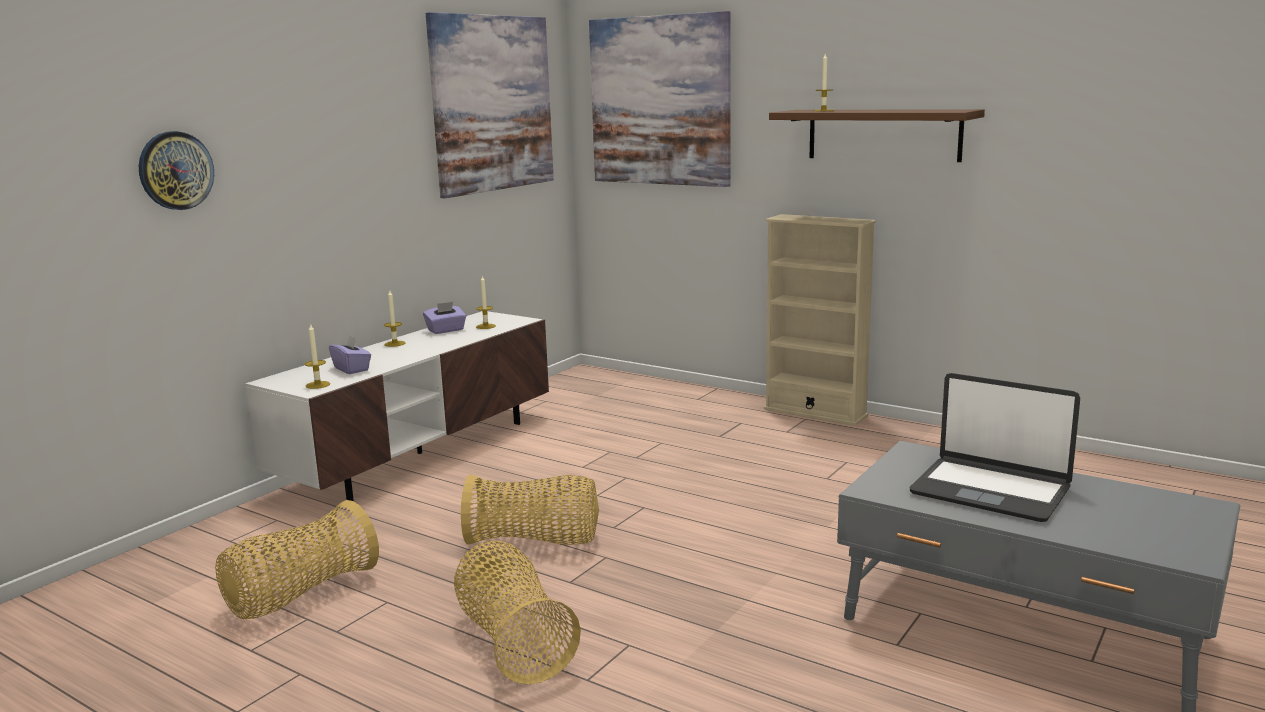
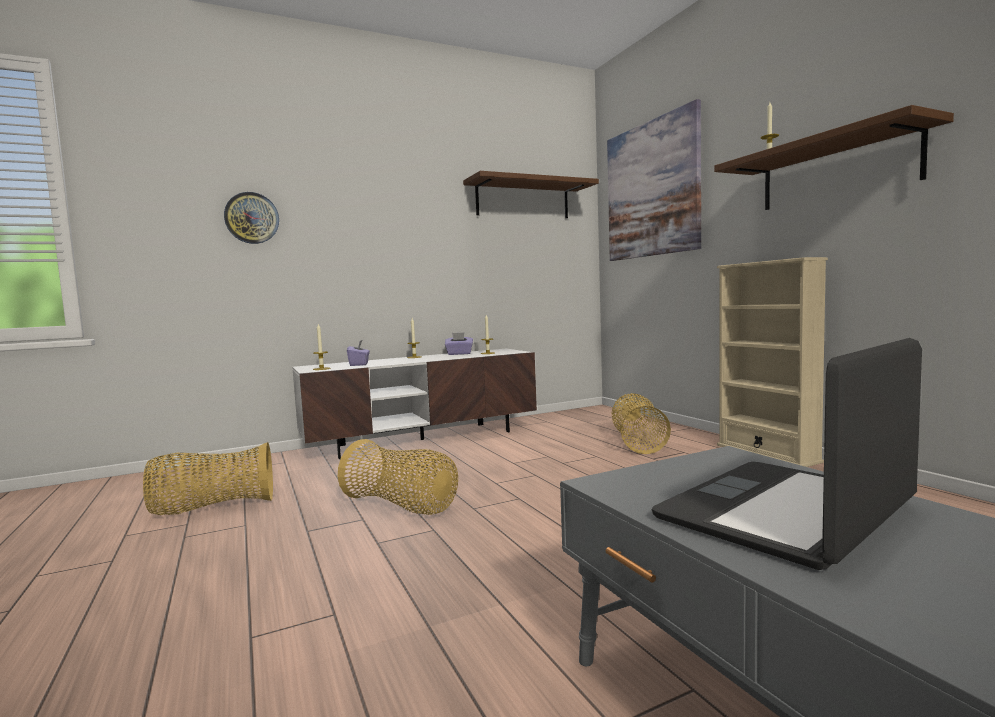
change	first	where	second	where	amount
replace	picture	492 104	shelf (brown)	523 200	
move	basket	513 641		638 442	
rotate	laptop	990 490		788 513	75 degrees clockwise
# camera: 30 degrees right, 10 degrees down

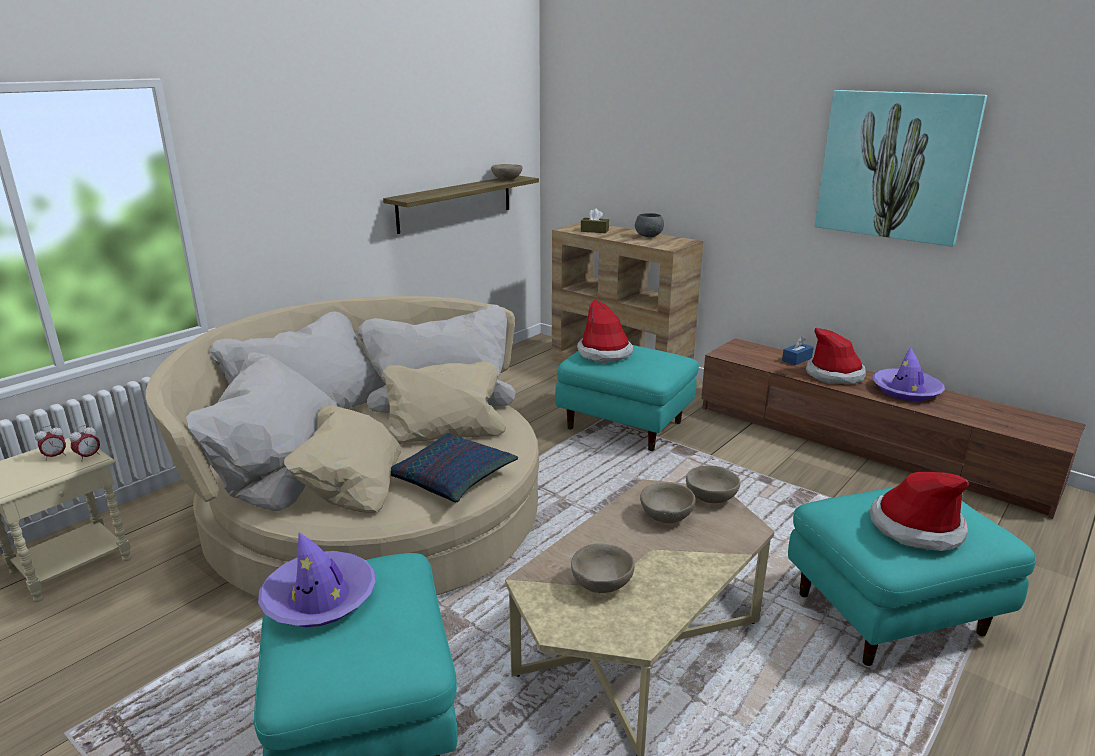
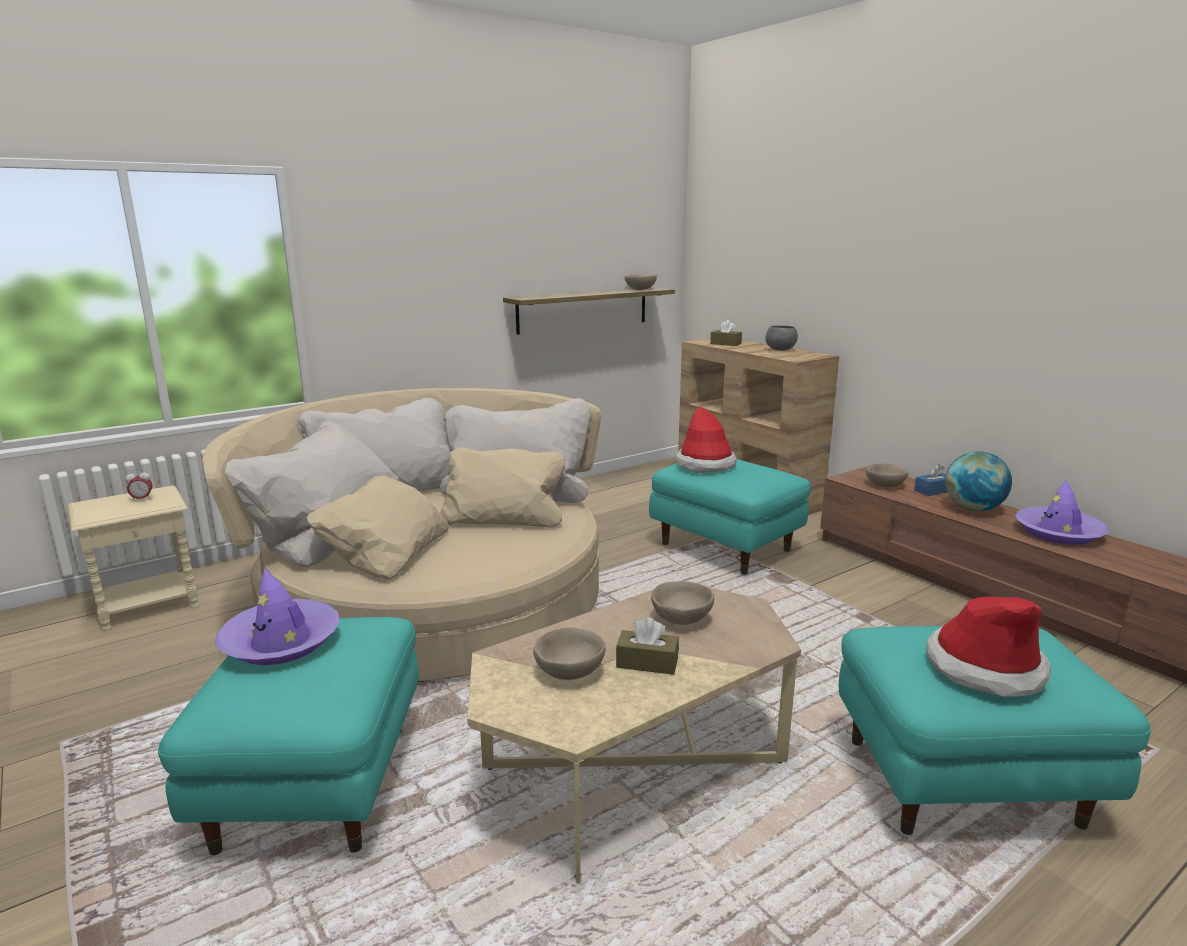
change	first	where	second	where	amount
delete	alarm clock	88 457			
delete	pillow (blue)	451 478			
move	bowl (beige)	711 497		885 485	
replace	hat	835 374	globe	973 509	
delete	picture	895 166			
insert			tissue box (brown)	647 663	
# camera: 15 degrees right, 5 degrees down

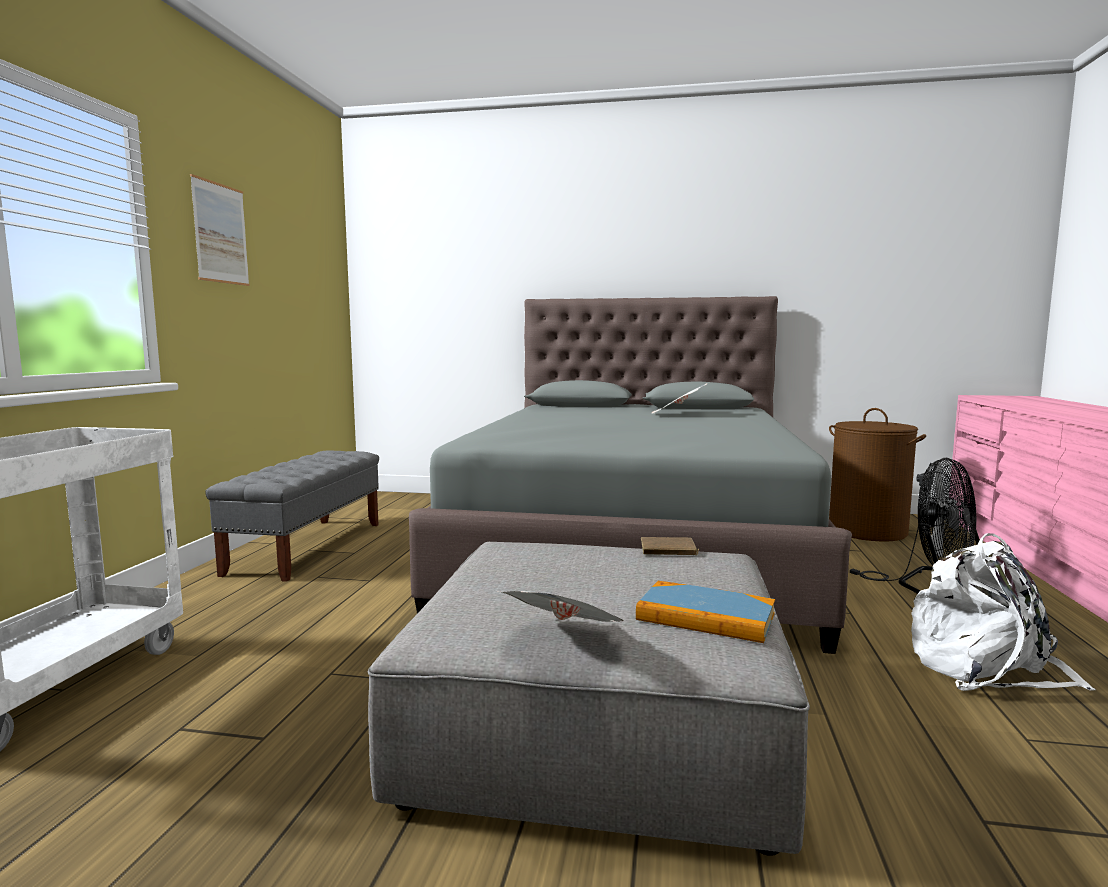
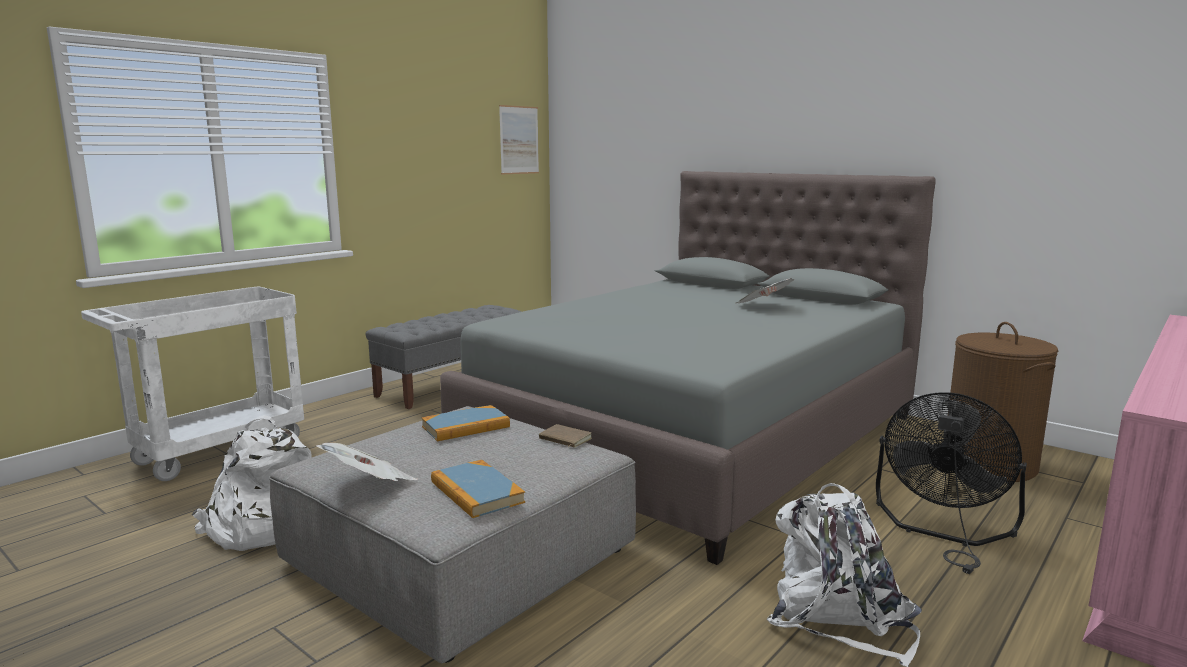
change	first	where	second	where	amount
move	picture	220 233		519 140	
rotate	fan (black)	926 583		944 531	135 degrees counterclockwise
insert			backpack (white)	259 528	
insert			book	466 427	
# camera: 30 degrees right, 5 degrees up

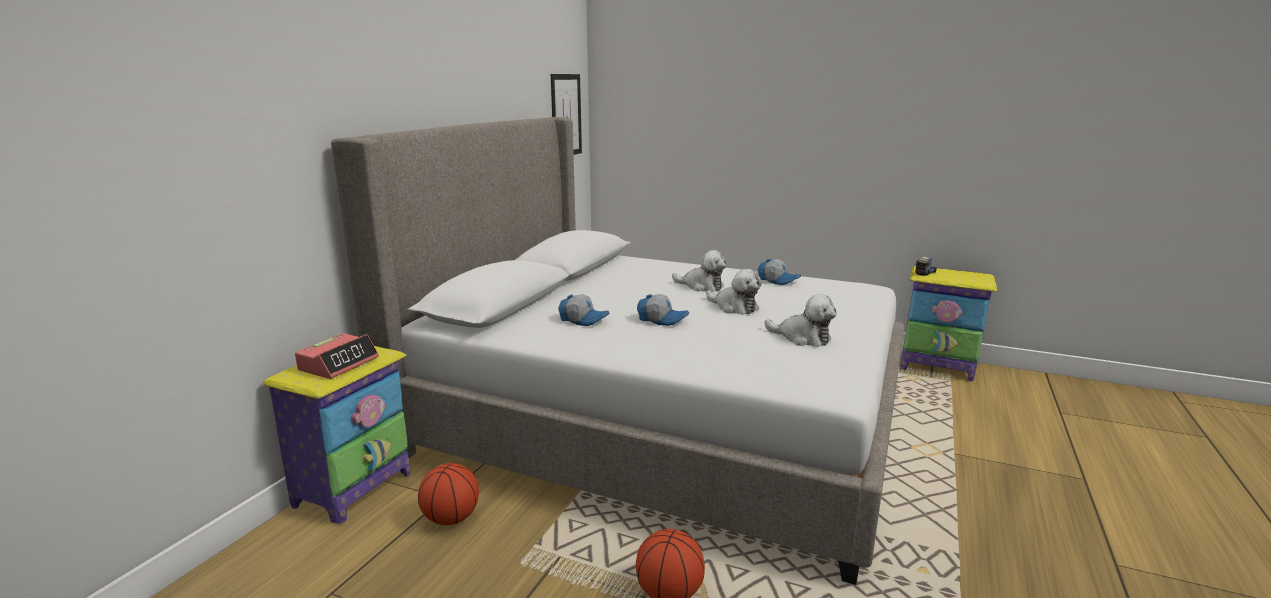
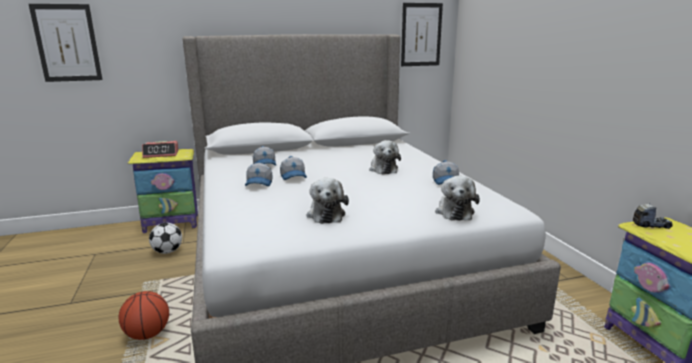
change	first	where	second	where	amount
replace	basketball	451 519	football	167 251	
move	plush toy	734 307		454 211	
insert			picture	67 43	
insert			cap	260 183	
# camera: 50 degrees right, 0 degrees up

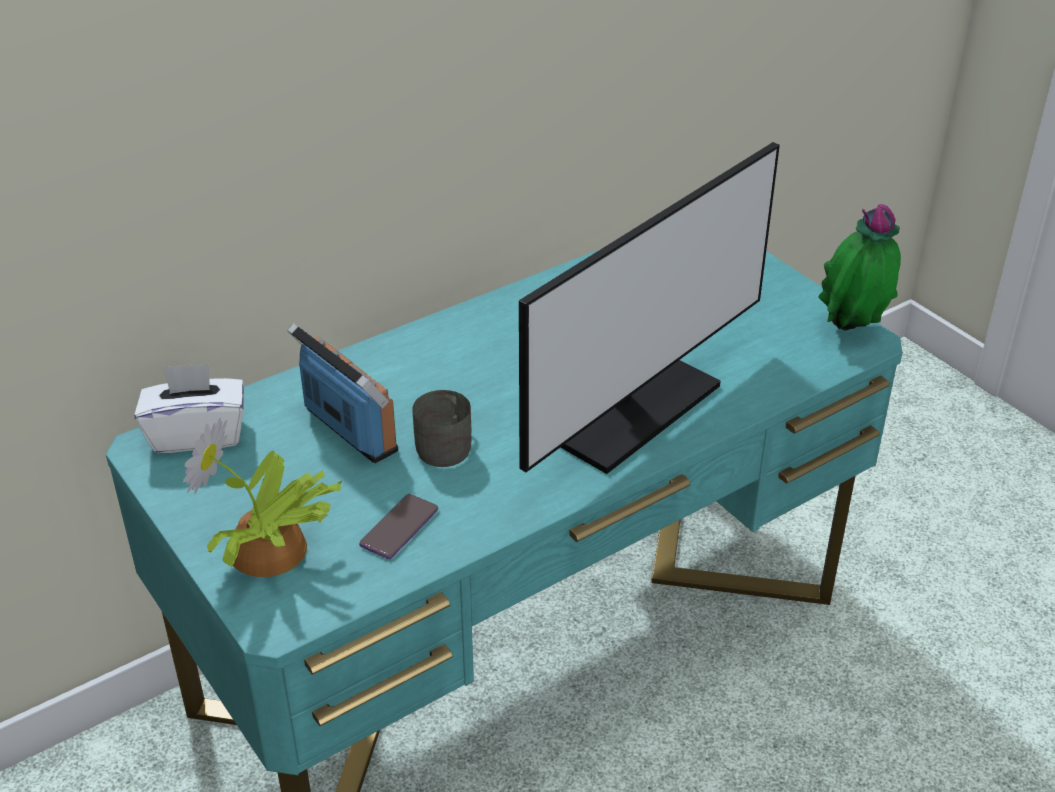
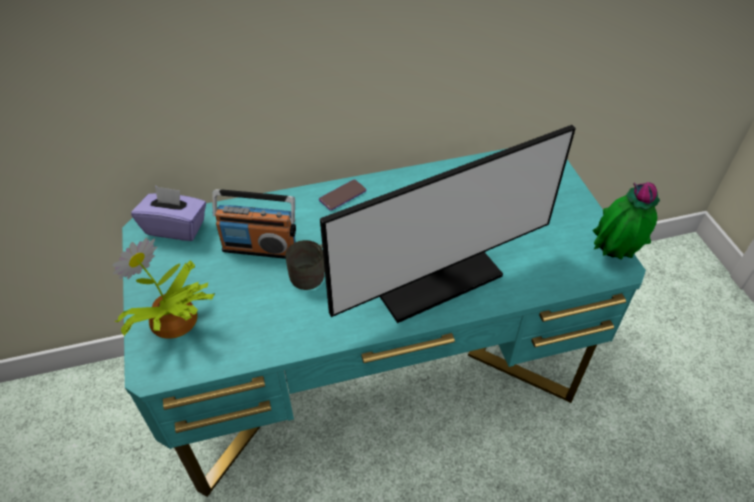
change	first	where	second	where	amount
recolor	tissue box (white)	197 434	tissue box (purple)	176 227	
rotate	radio	349 430		260 247	120 degrees clockwise
move	phone	399 527		342 195	
# camera: 20 degrees right, 10 degrees up

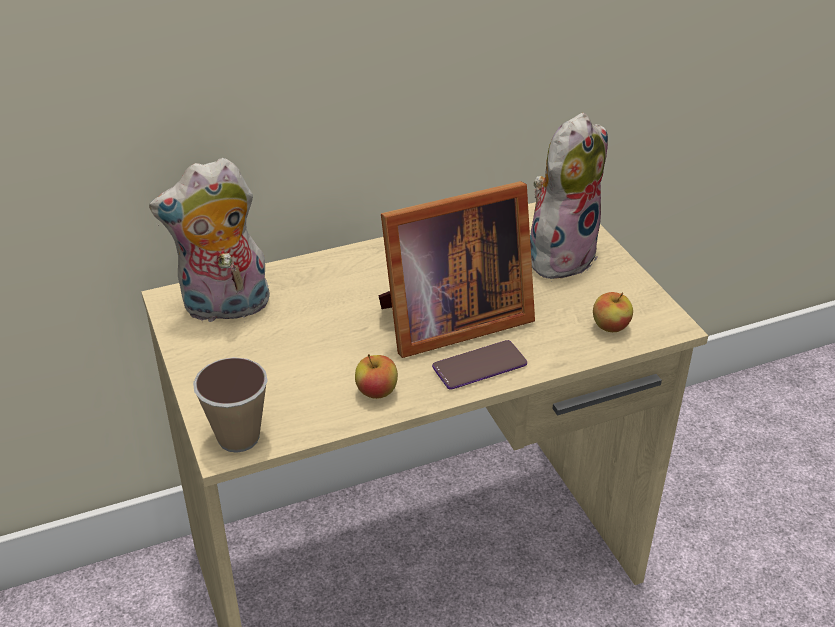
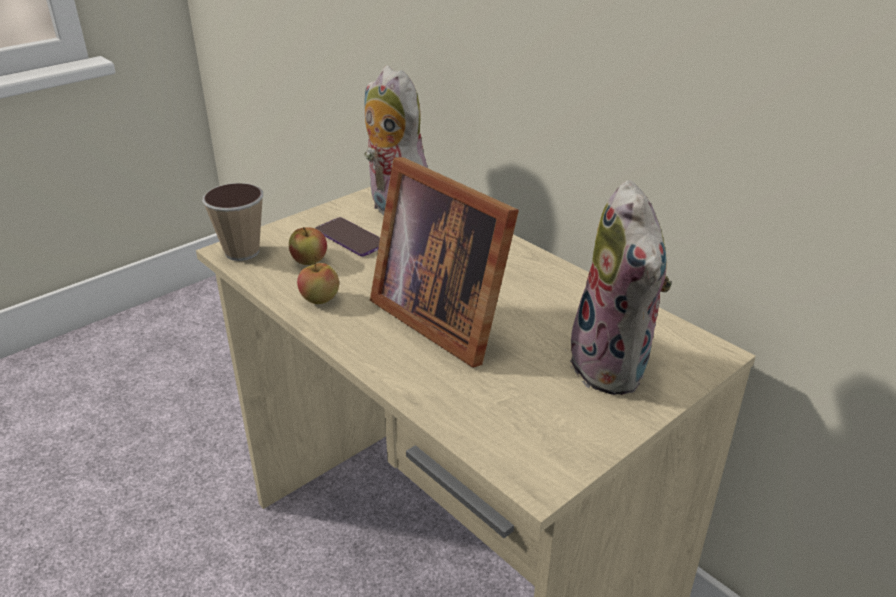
change	first	where	second	where	amount
move	phone	479 366		351 238	
rotate	plush toy	560 255		615 367	60 degrees clockwise
move	apple	610 327		309 261	
# camera: 70 degrees right, 5 degrees down

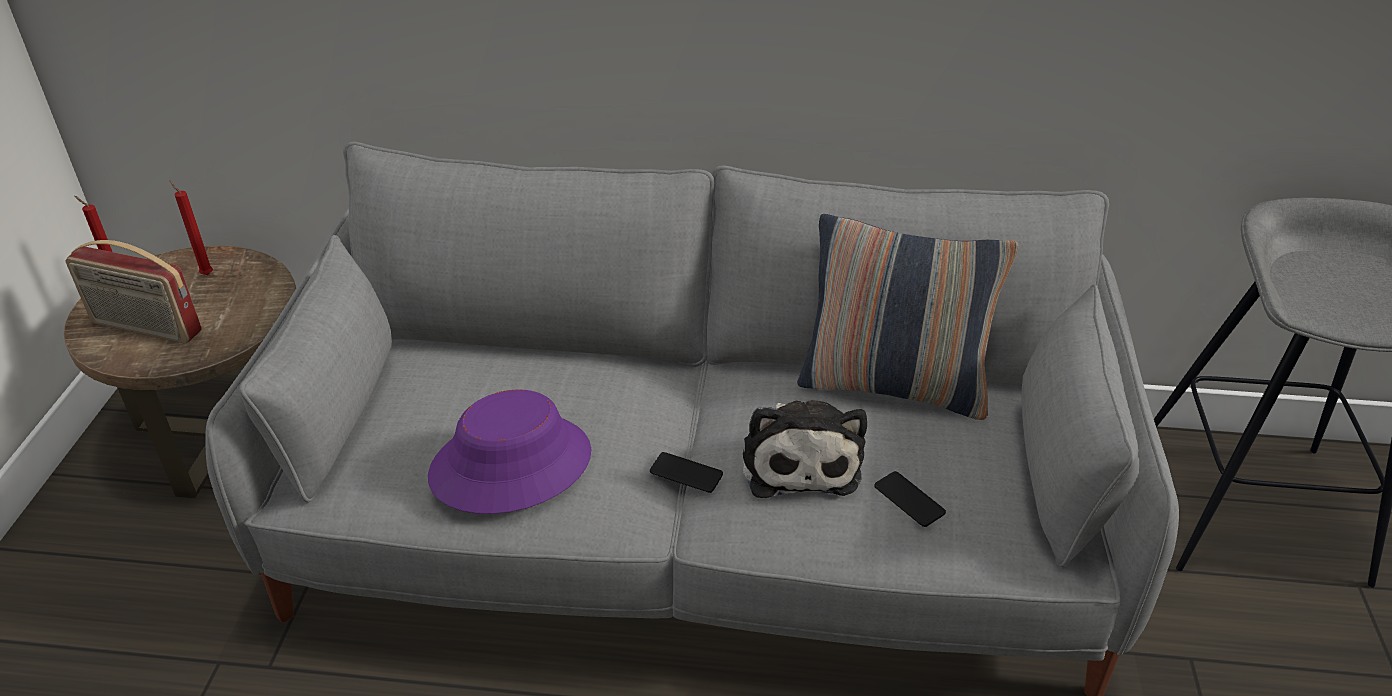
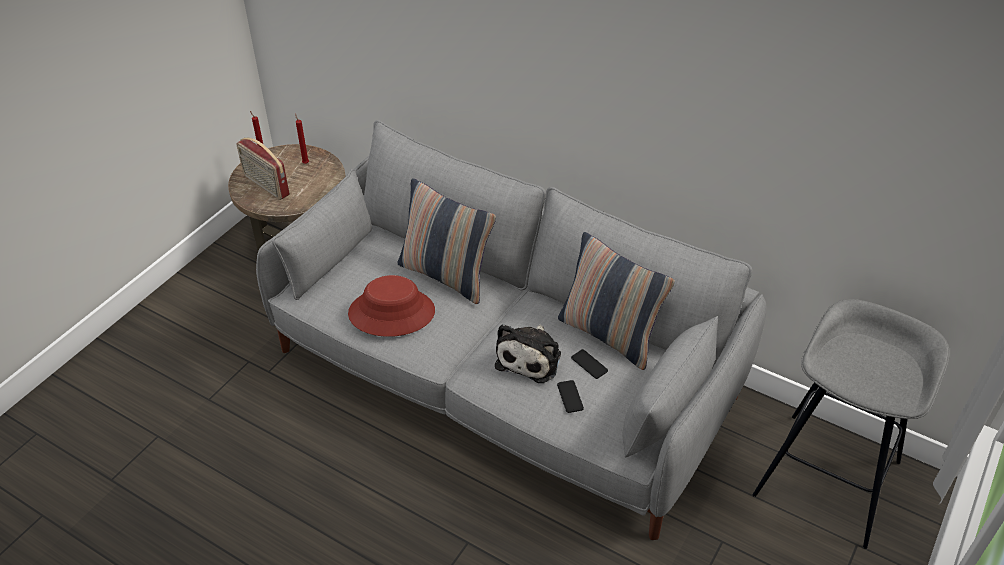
change	first	where	second	where	amount
recolor	hat (purple)	511 464	hat (red)	392 312	
move	phone	686 473		589 364	
insert			pillow	446 276	
# camera: 25 degrees right, 5 degrees up

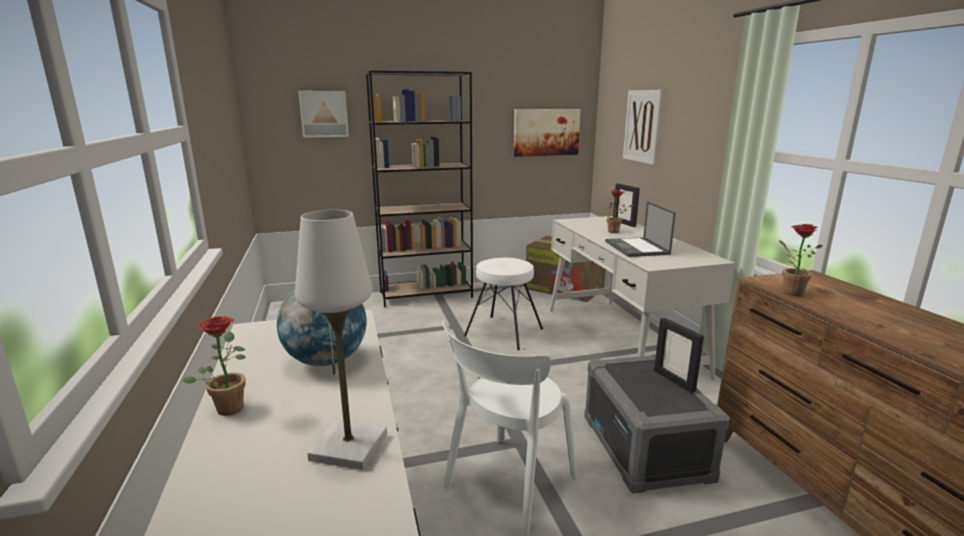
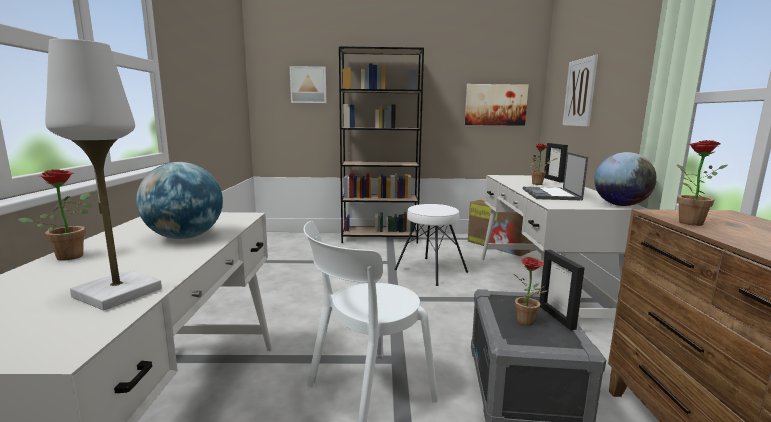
change	first	where	second	where	amount
insert			potted plant	528 323	
insert			globe	620 205	
# camera: 15 degrees right, 5 degrees down

